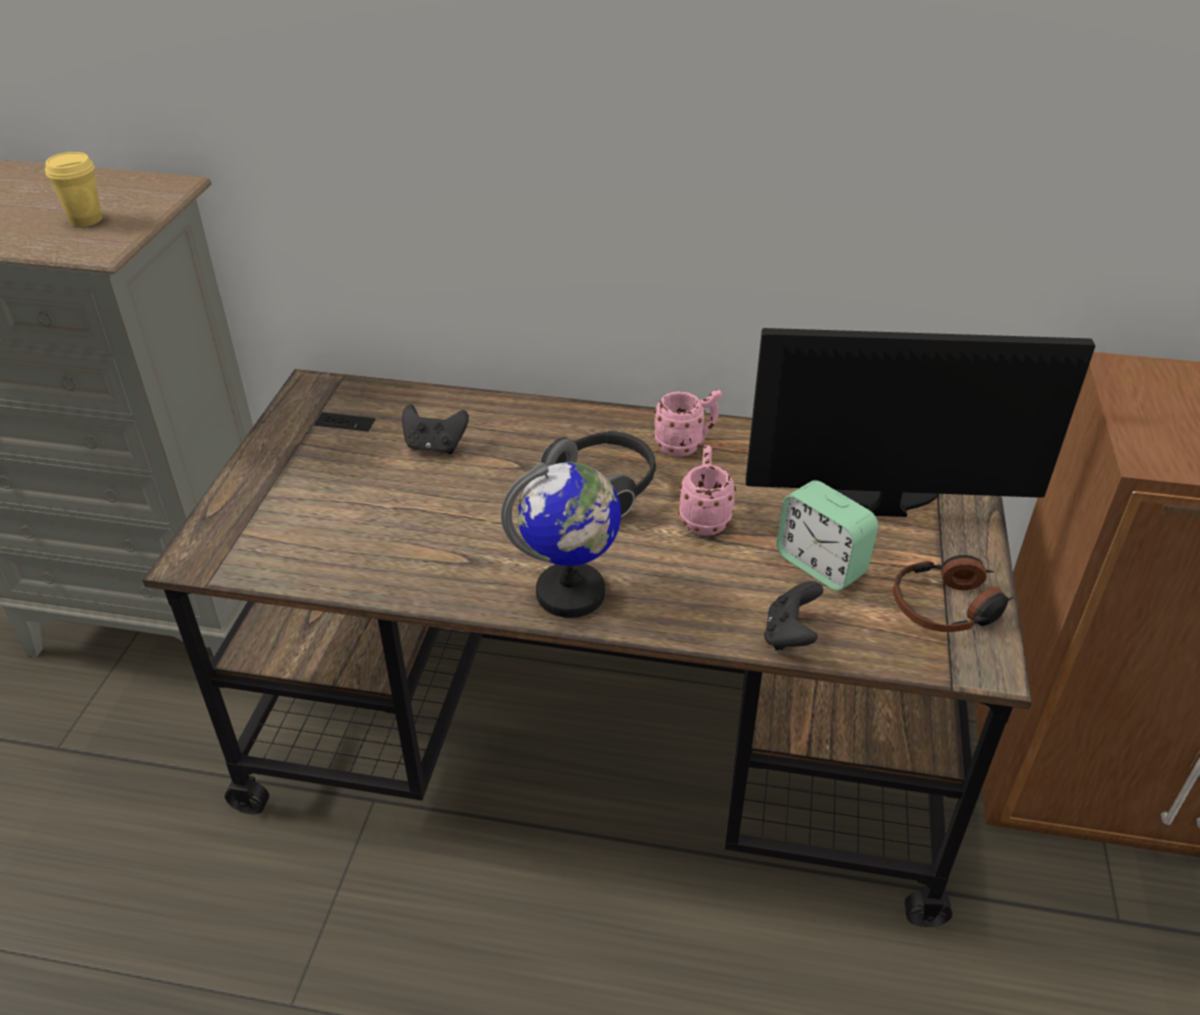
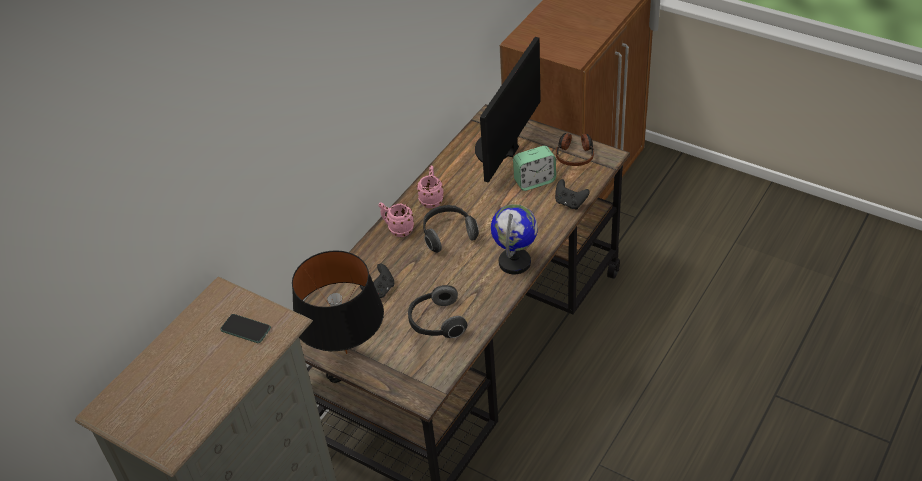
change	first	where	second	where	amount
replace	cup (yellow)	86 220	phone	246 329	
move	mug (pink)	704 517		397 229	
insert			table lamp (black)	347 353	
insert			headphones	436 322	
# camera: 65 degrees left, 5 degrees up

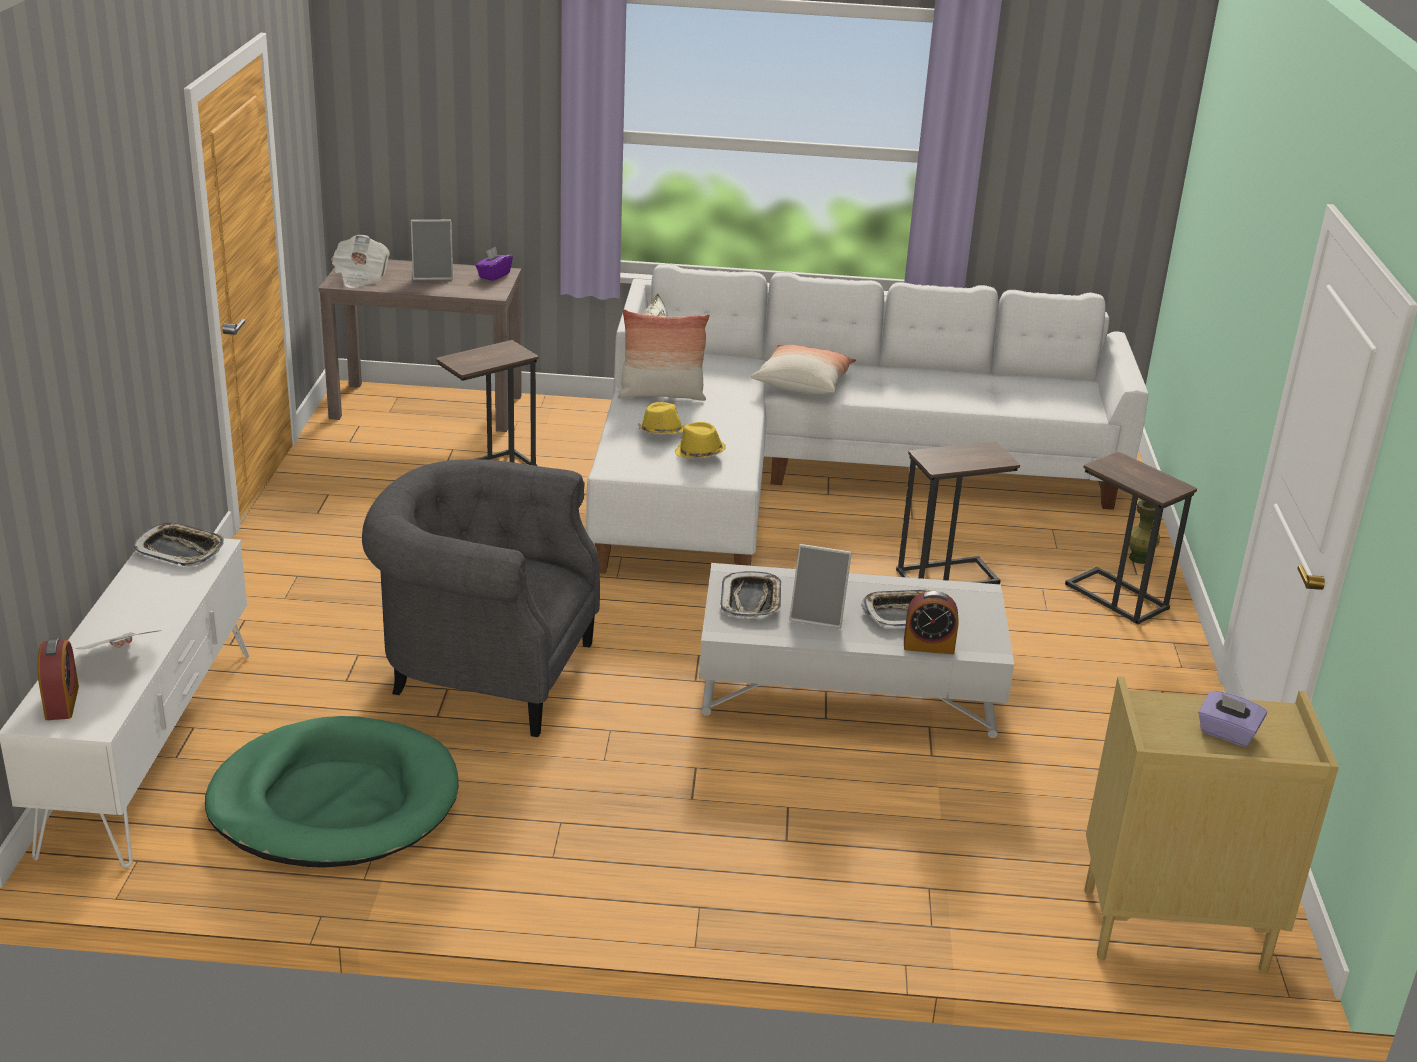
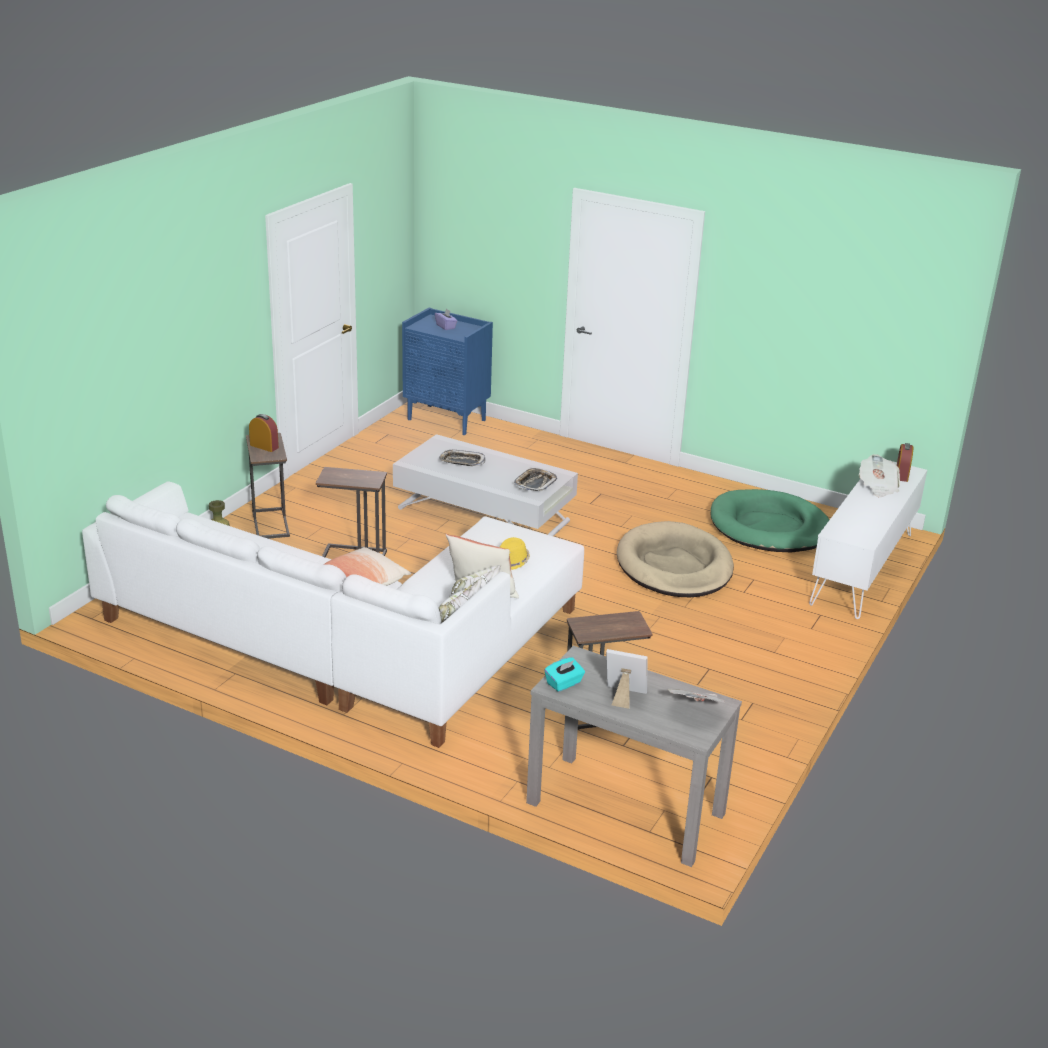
change	first	where	second	where	amount
delete	tray	180 550			
recolor	console table (brown)	428 407	console table (grey)	624 808	
replace	armchair (grey)	483 673	dog bed (beige)	674 566	
recolor	tissue box (purple)	494 275	tissue box (turquoise)	564 683	
delete	hat (yellow)	699 454			
delete	picture frame	818 615			
move	alarm clock	928 646		264 446	
recolor	cabinet (beige)	1172 929	cabinet (blue)	447 420	
# camera: 155 degrees left, 0 degrees up

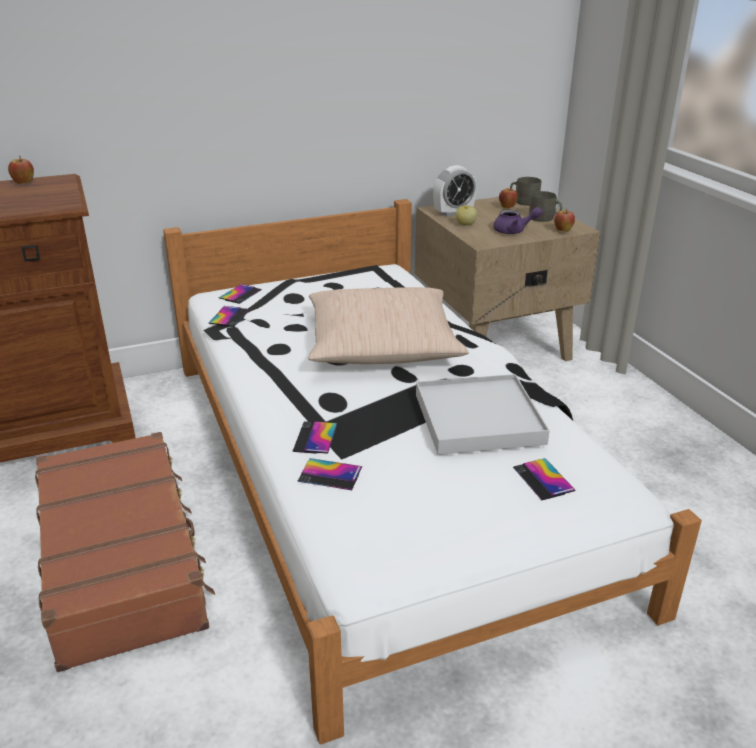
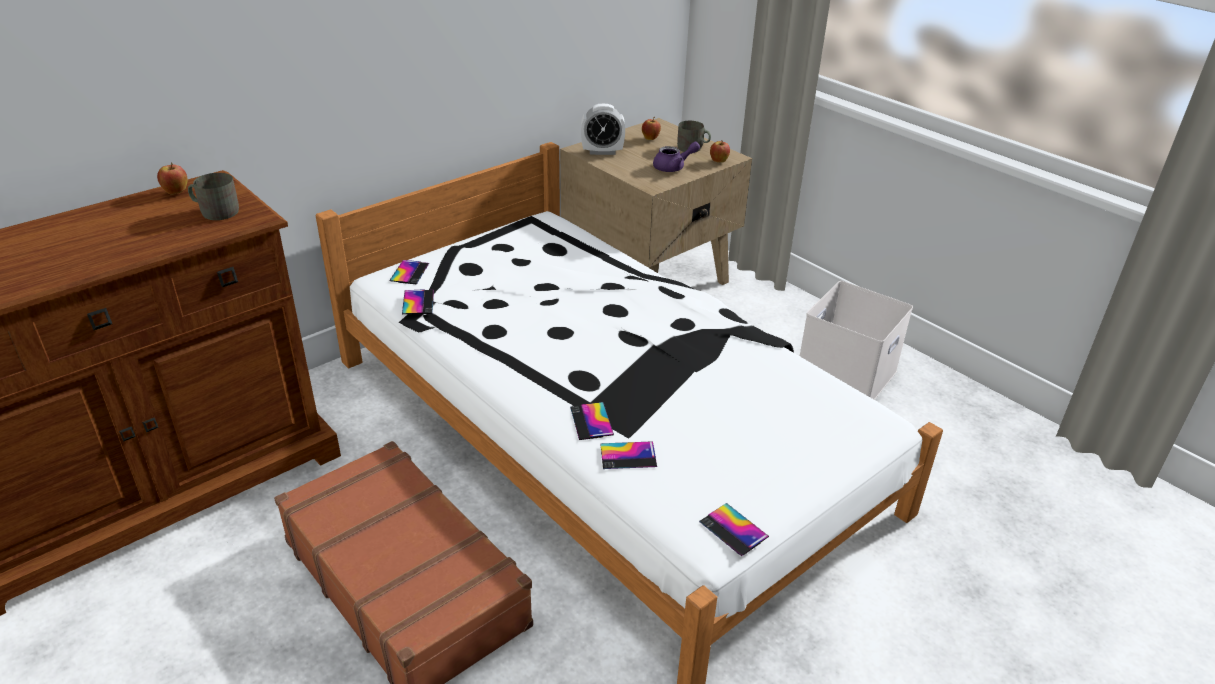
change	first	where	second	where	amount
delete	pillow (beige)	382 345			
delete	tray (white)	478 419			
rotate	alarm clock	453 213		602 152	45 degrees clockwise
delete	apple	465 224			
move	mug (grey)	523 201		216 211	
move	phone	543 479		733 529	
insert			storage box (white)	845 373	
# camera: 20 degrees left, 5 degrees up

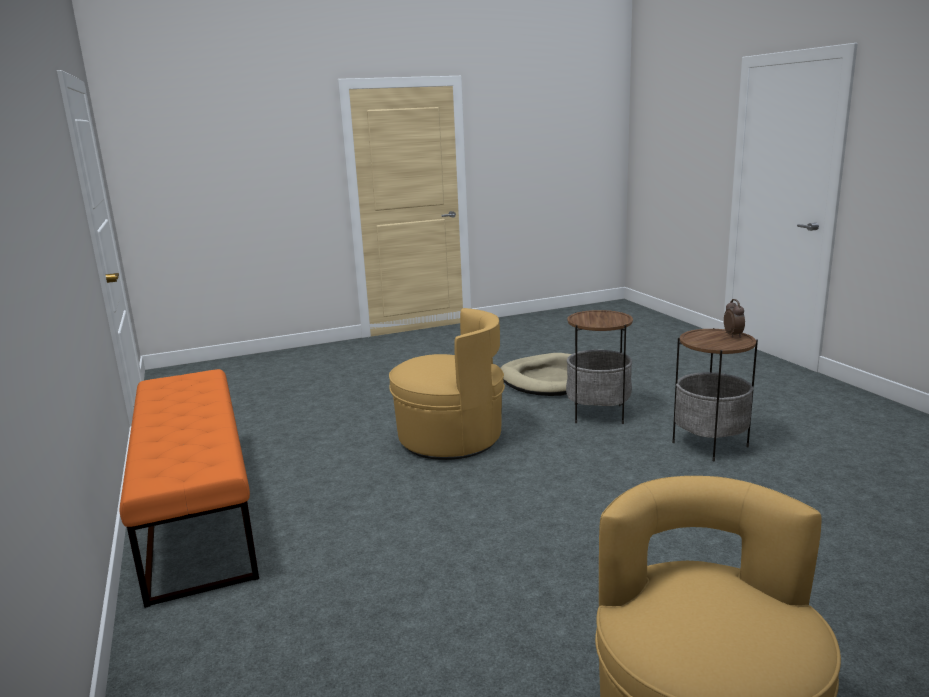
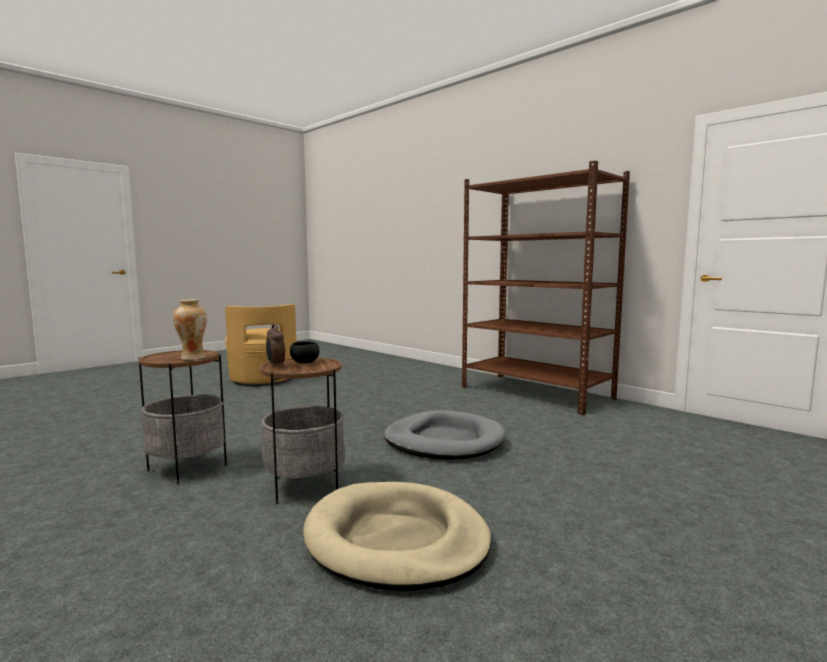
change	first	where	second	where	amount
replace	bench (orange)	198 508	bookcase (brown)	535 393	
replace	armchair (beige)	449 439	dog bed (grey)	444 441	
move	alarm clock	733 335		275 365	
insert			vase	192 357	
insert			bowl (black)	305 362	
# camera: 155 degrees right, 10 degrees down

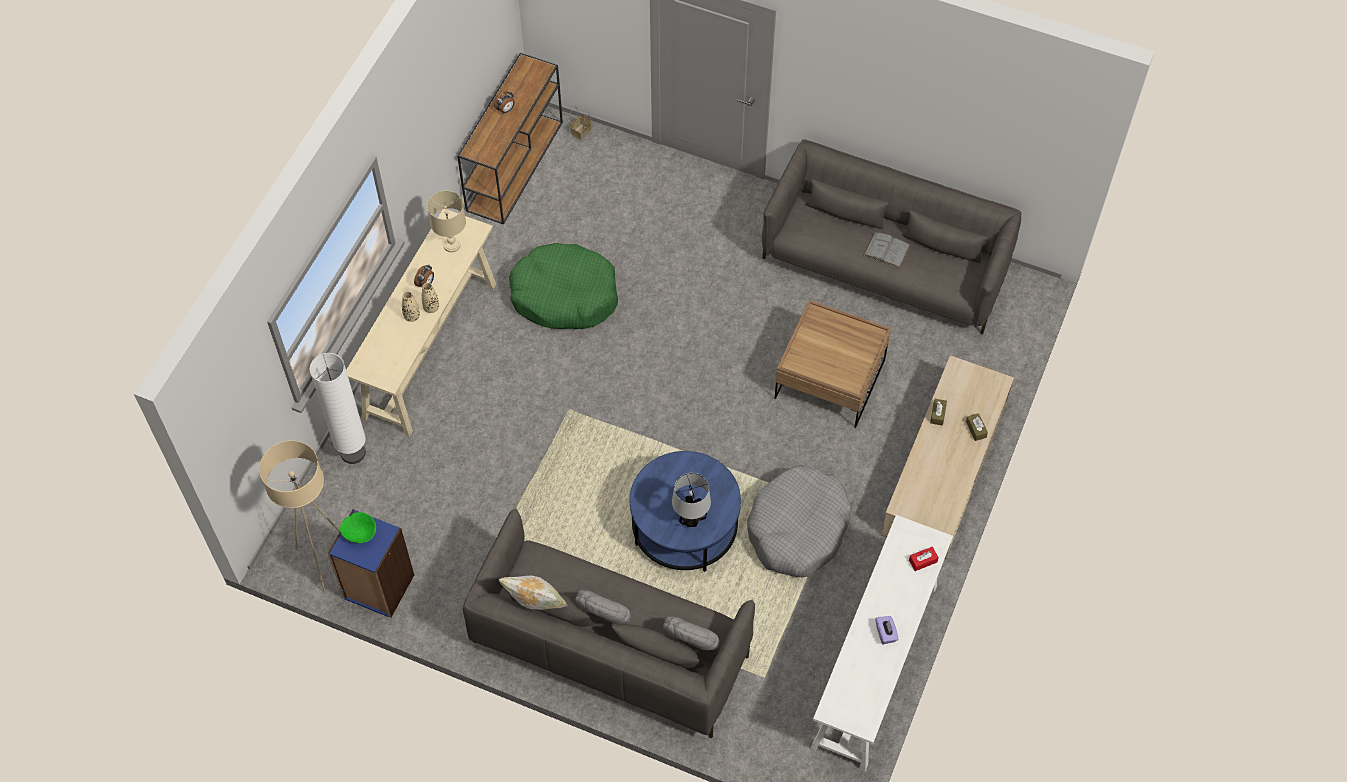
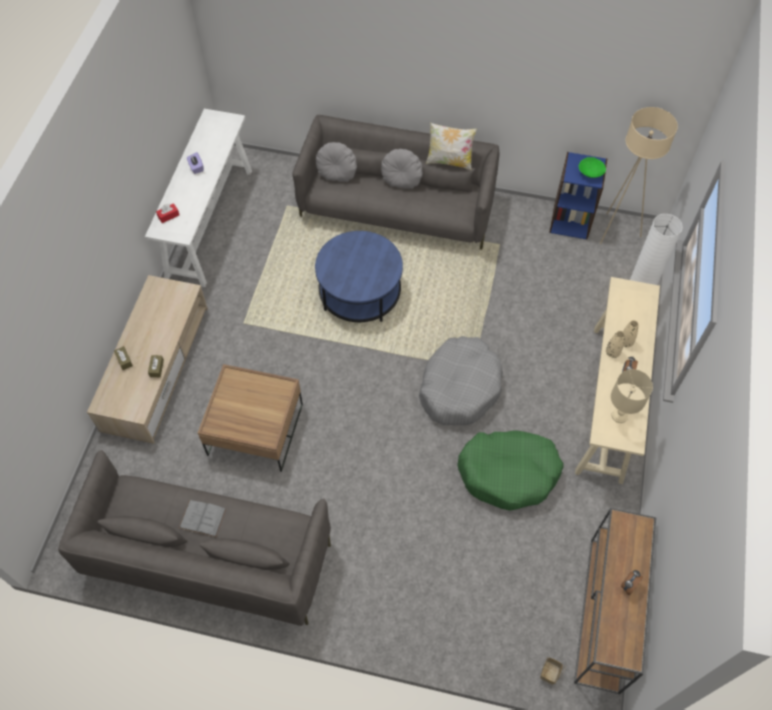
change	first	where	second	where	amount
delete	table lamp	691 519			
move	dog bed (grey)	798 528		459 387	
# camera: 170 degrees right, 0 degrees up

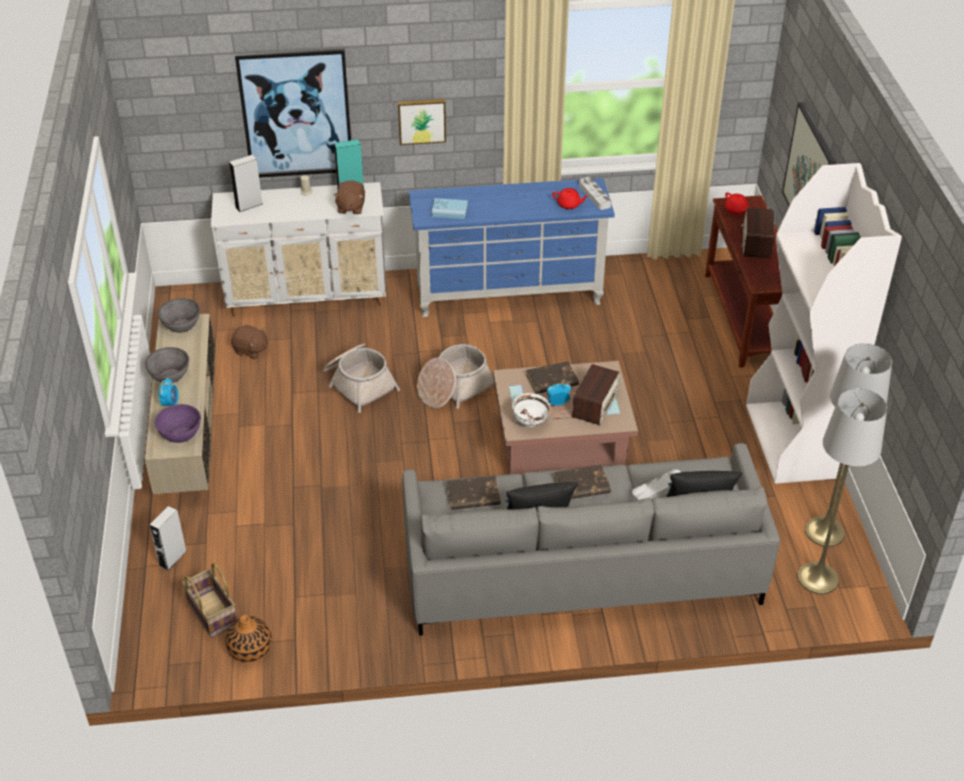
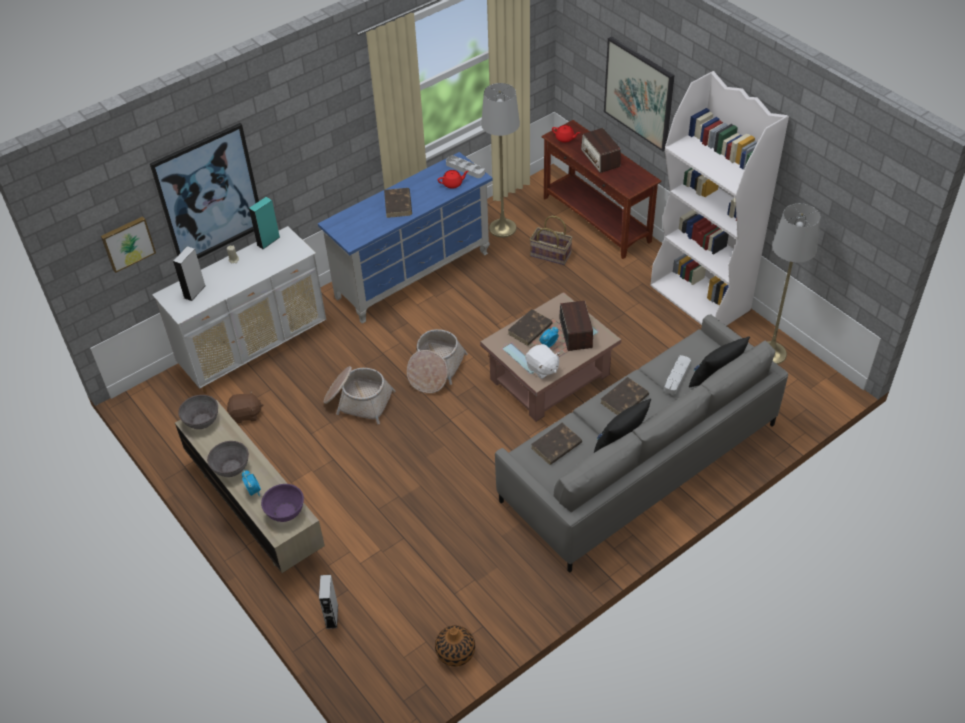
change	first	where	second	where	amount
move	basket	211 614		550 255	
delete	plush toy (brown)	350 207			
move	picture	422 120		127 243	
delete	book (blue)	449 210			
replace	bowl (white)	530 422	plush toy (white)	542 369	
move	floor lamp (grey)	818 578		502 228	
insert			book (brown)	398 205	
# camera: 30 degrees left, 5 degrees up

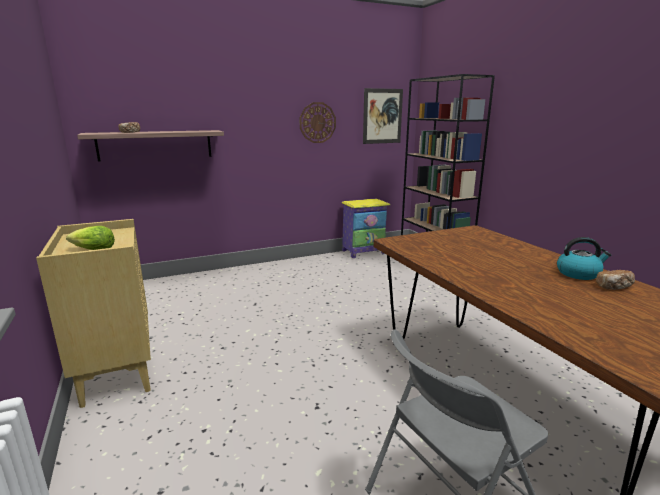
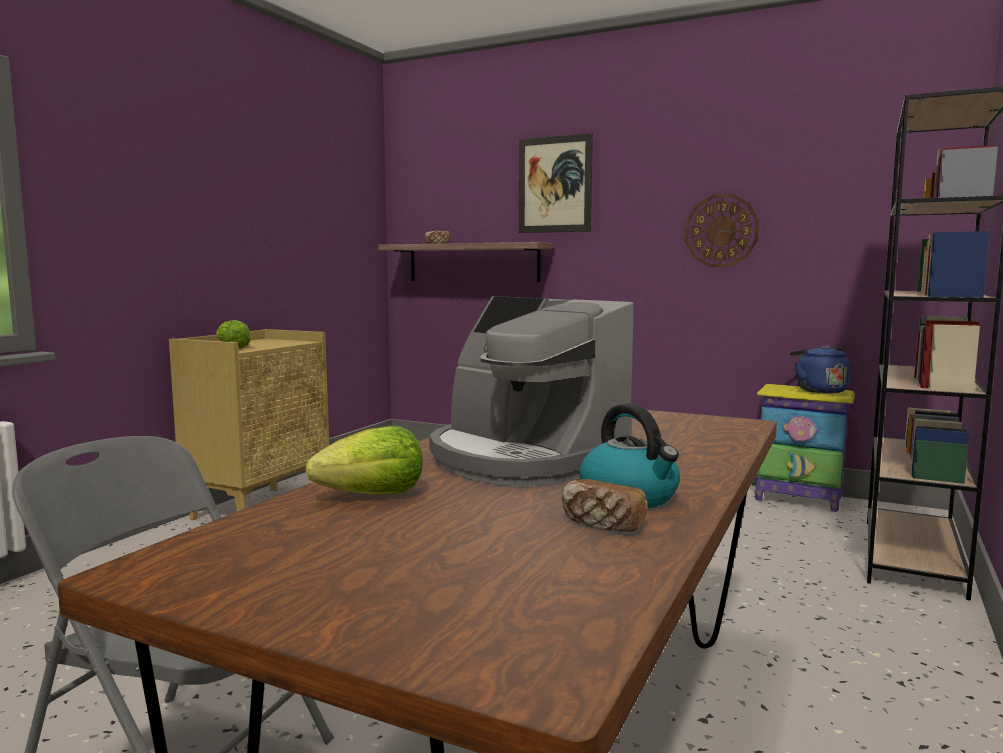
change	first	where	second	where	amount
move	picture	382 116		554 184	
insert			lettuce	373 496	
insert			coffee machine	523 459	
insert			kettle (blue)	818 390	
# camera: 50 degrees right, 10 degrees down

